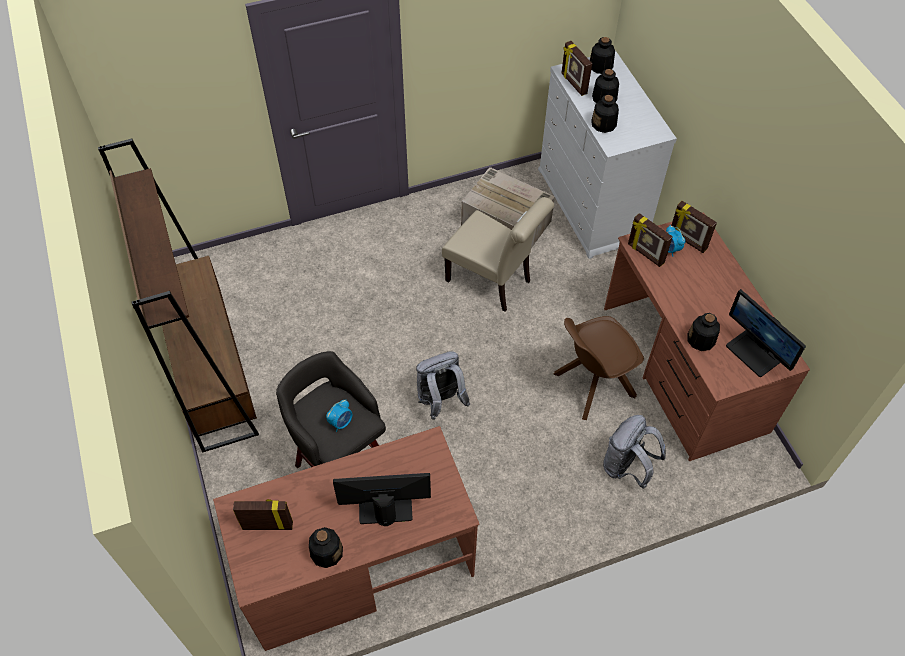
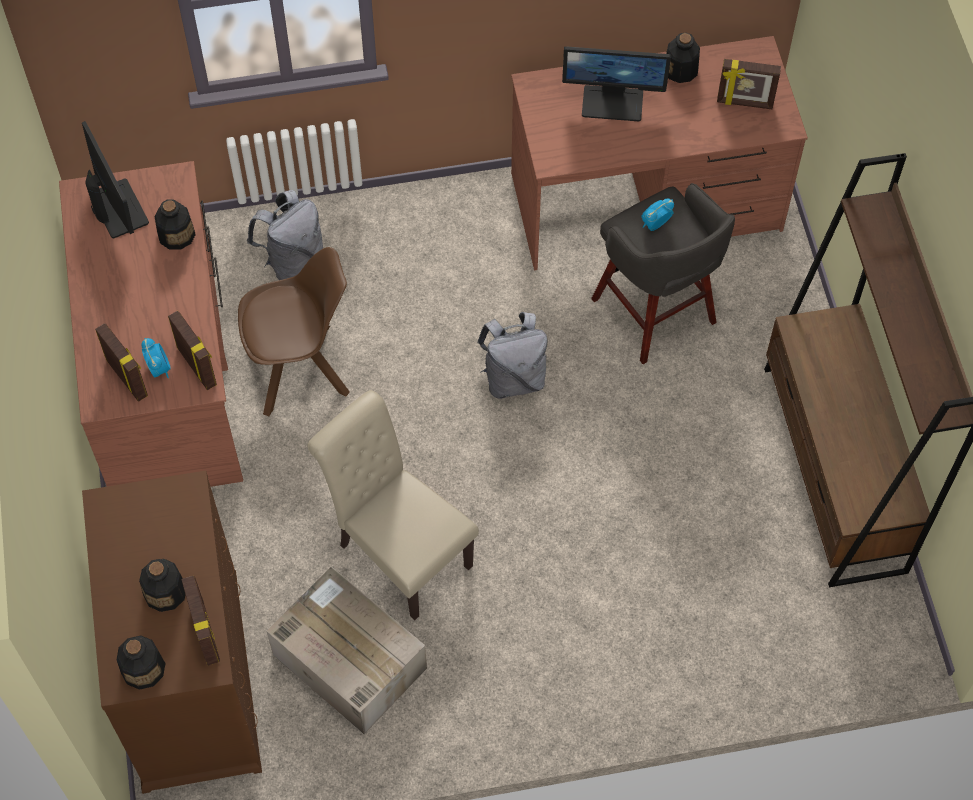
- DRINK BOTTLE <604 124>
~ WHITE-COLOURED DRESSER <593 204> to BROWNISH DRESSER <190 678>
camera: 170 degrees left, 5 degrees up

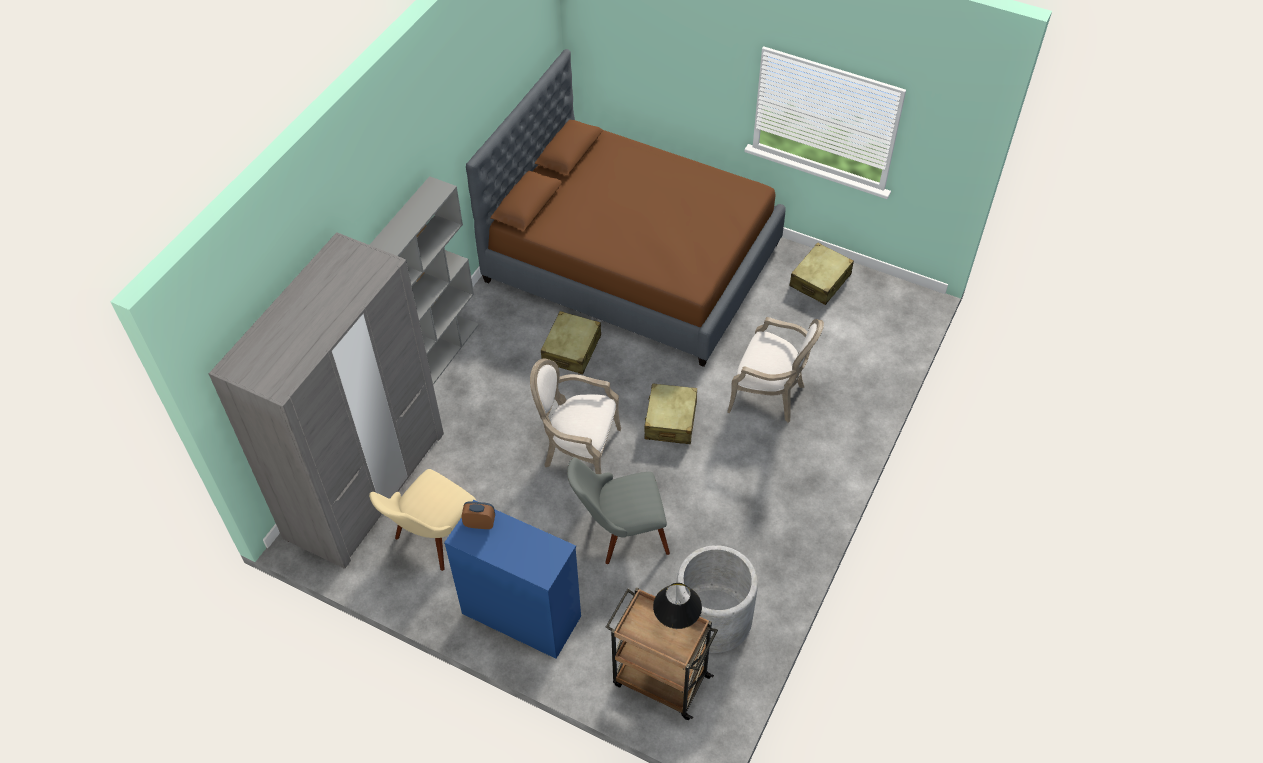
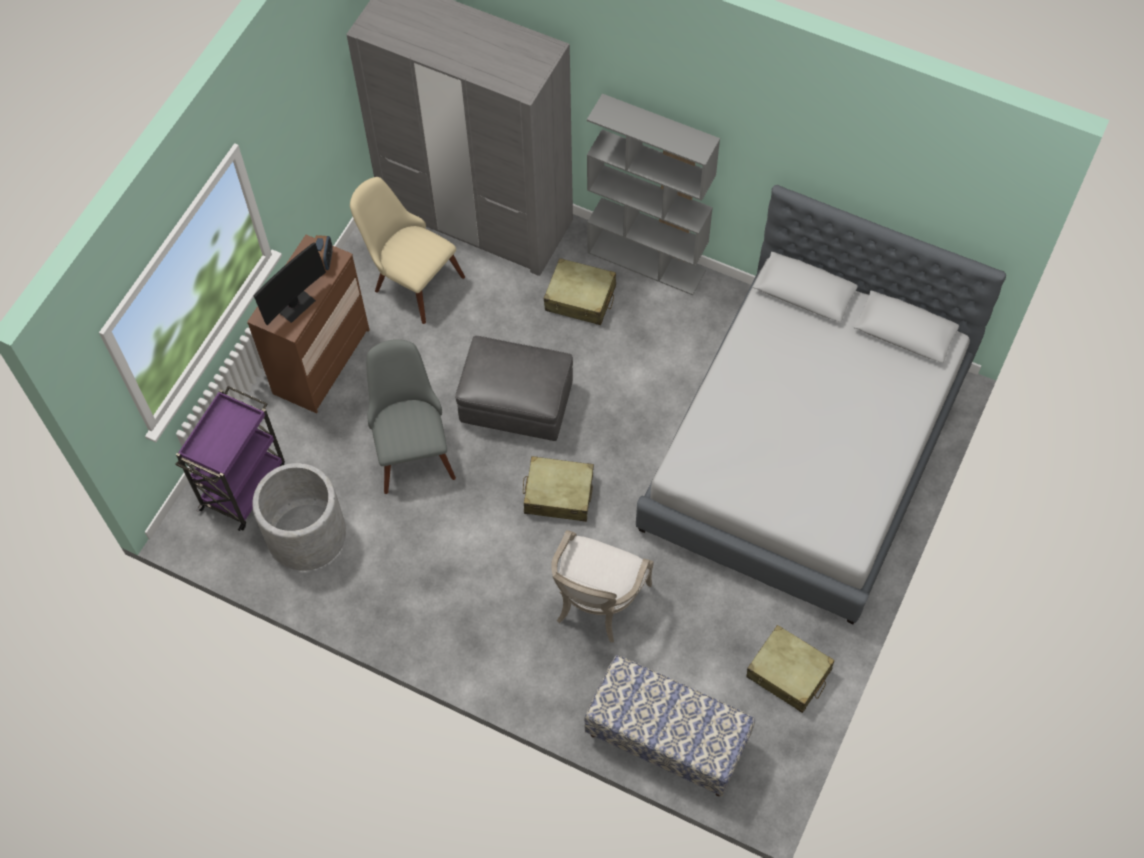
- BLACK TABLETOP LAMP <676 629>
+ COMPUTER SCREEN <294 304>
+ LONG SEAT <666 739>
~ SAND-COLOURED TRAVEL CASE <572 349> to <580 298>
~ LOUNGE CHAIR <578 451> to GRAY FOOTREST <516 403>
~ BLUISH DRESSER <521 615> to BROWNISH DRESSER <321 362>
~ BROWNISH SLEEPING BED <632 261> to GRAY SLEEPING BED <804 451>
~ BROWNISH CART <659 680> to PURPLE-COLOURED CART <243 485>
camera: 90 degrees right, 10 degrees up

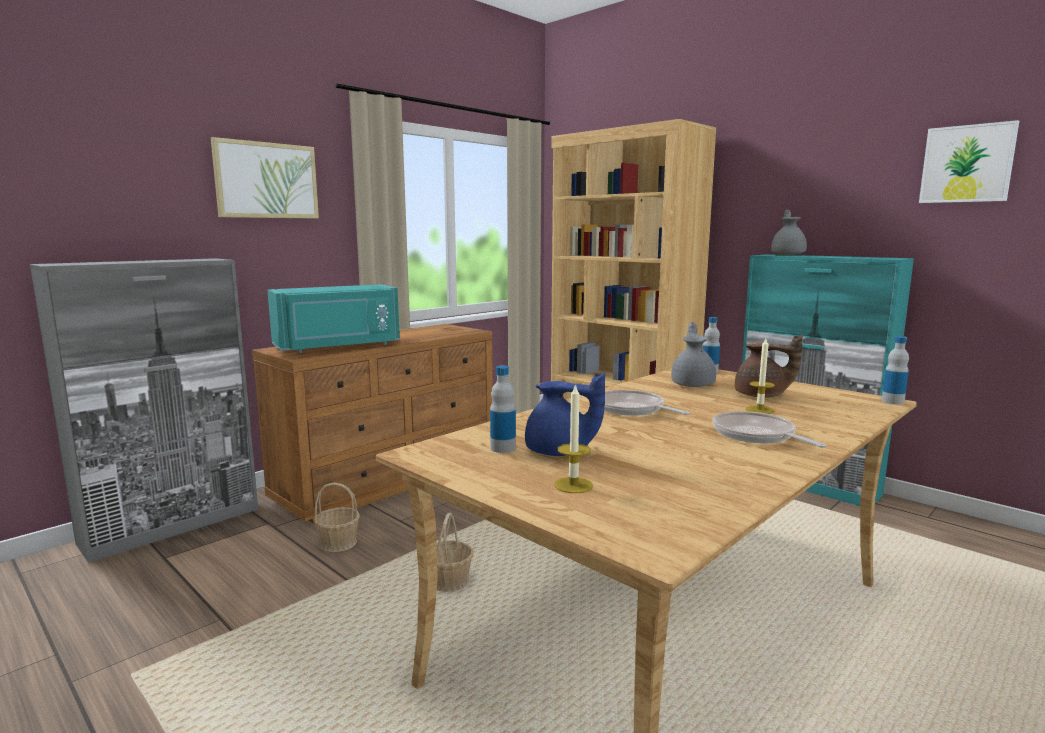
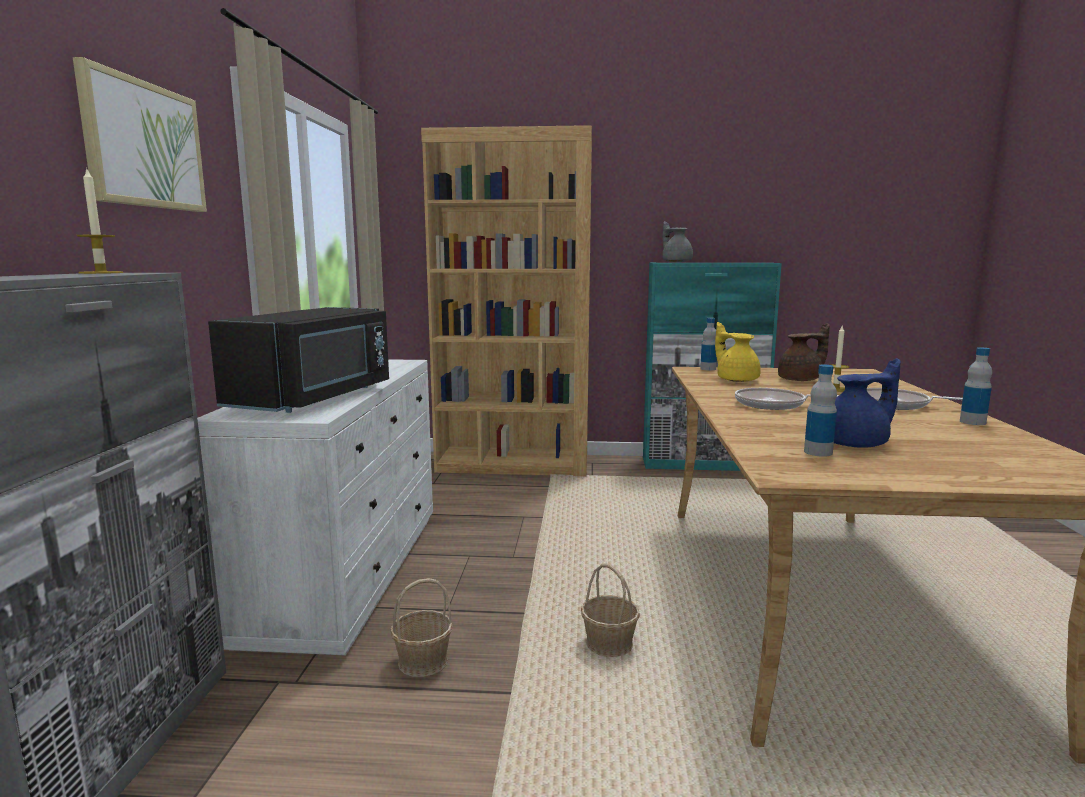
- PICTURE <967 164>
~ WAX LIGHT <573 485> to <101 273>
~ DRINK BOTTLE <892 401> to <972 422>
~ BROWNISH DRESSER <390 479> to WHITE-COLOURED DRESSER <348 572>
~ TURQUOISE-COLOURED MICROWAVE <338 347> to BLACK MICROWAVE <316 398>
~ GRAY POT FOR TEA <693 384> to YELLOW POT FOR TEA <736 380>
camera: 40 degrees left, 0 degrees up

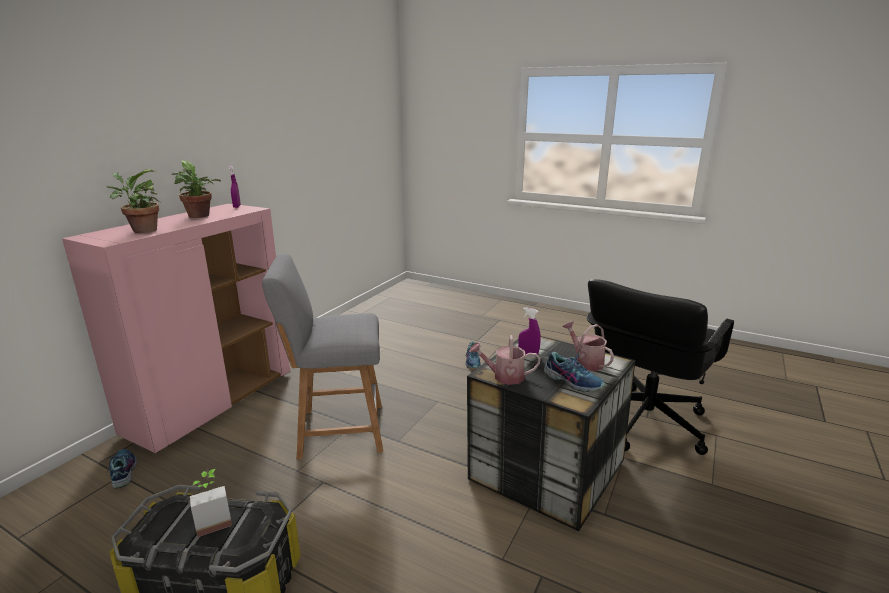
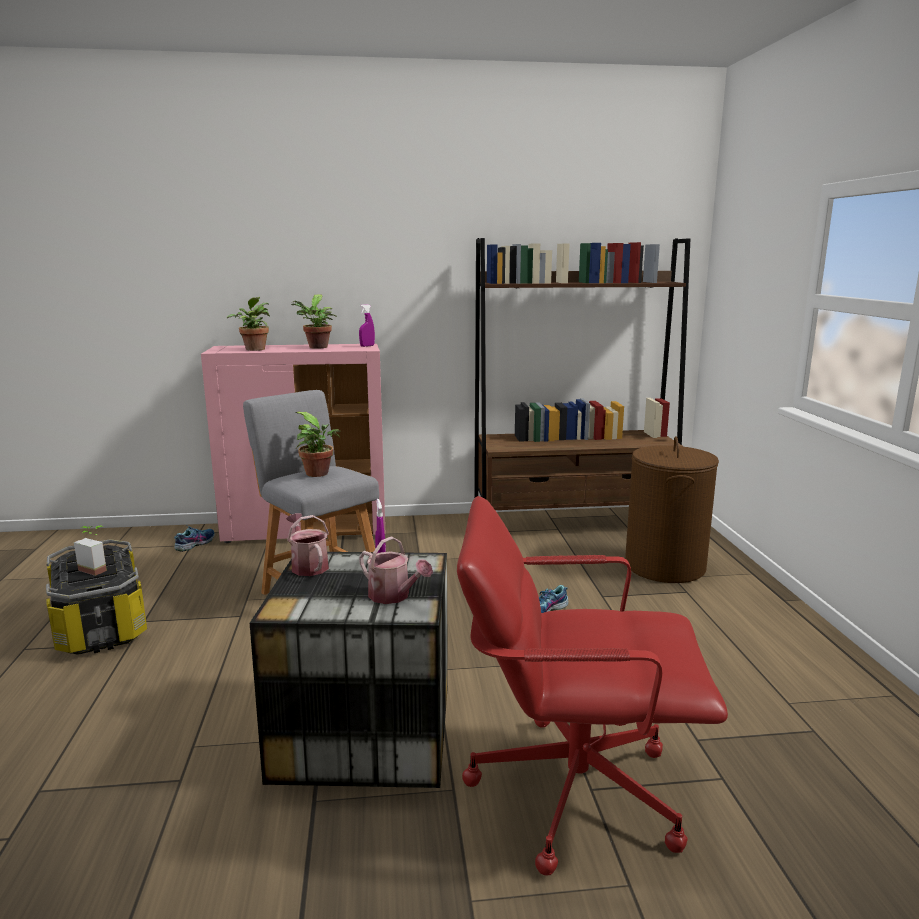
- LOW SHOE <572 381>
+ POTTED PLANT <319 474>
+ BROWNISH BOOKSHELF <574 522>
+ BROWNISH LAUNDRY BASKET <665 566>
~ BLACK OFFICE CHAIR <643 421> to REDDISH OFFICE CHAIR <572 789>
~ SPRINKLING CAN <585 361> = <393 596> 105 degrees clockwise
camera: 55 degrees right, 5 degrees down

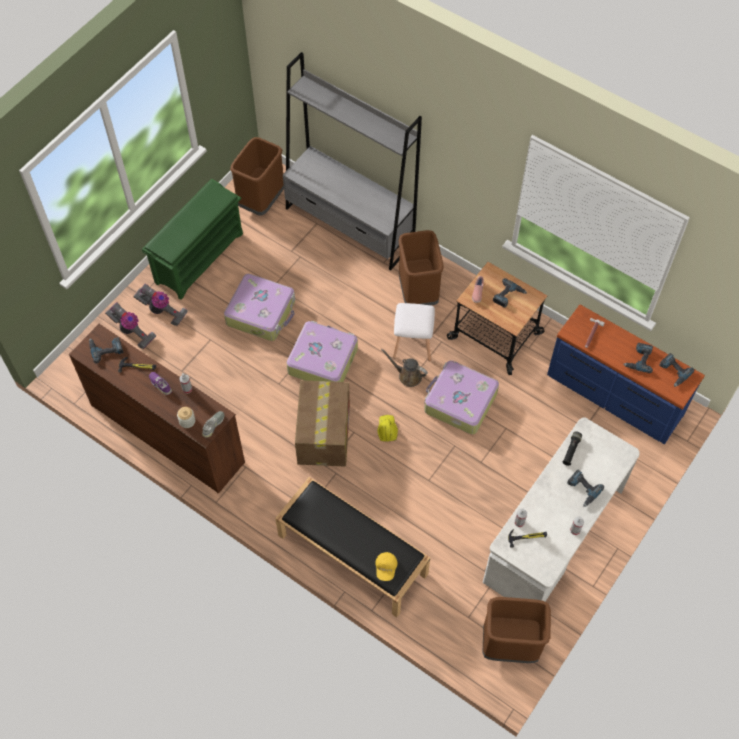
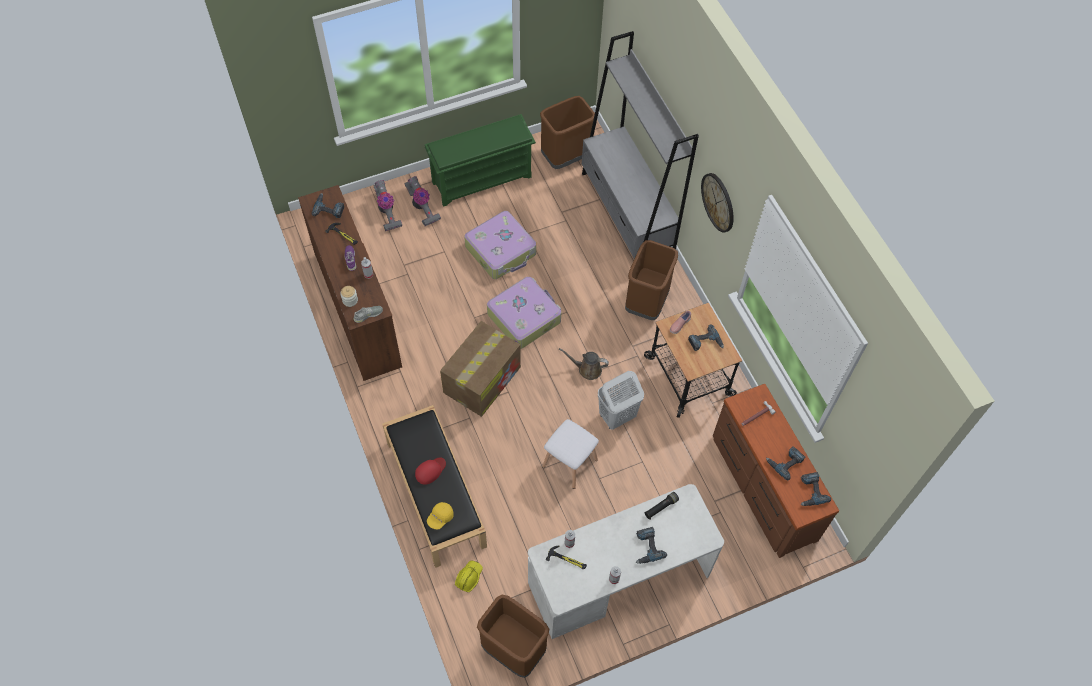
+ REDDISH PEAKED CAP <430 471>
+ WALL CLOCK <718 202>
~ YELLOW WORK HELMET <387 430> to <469 577>
~ WHITE-COLOURED STOOL SEAT <413 344> to <569 464>
~ TRAVEL CASE <459 402> to WHITE-COLOURED LAUNDRY BASKET <616 416>
~ BLUISH DRESSER <614 395> to BROWNISH DRESSER <762 487>
~ BROWNISH SPRINKLING CAN <407 375> = <587 369> 45 degrees counterclockwise
camera: 30 degrees right, 0 degrees up

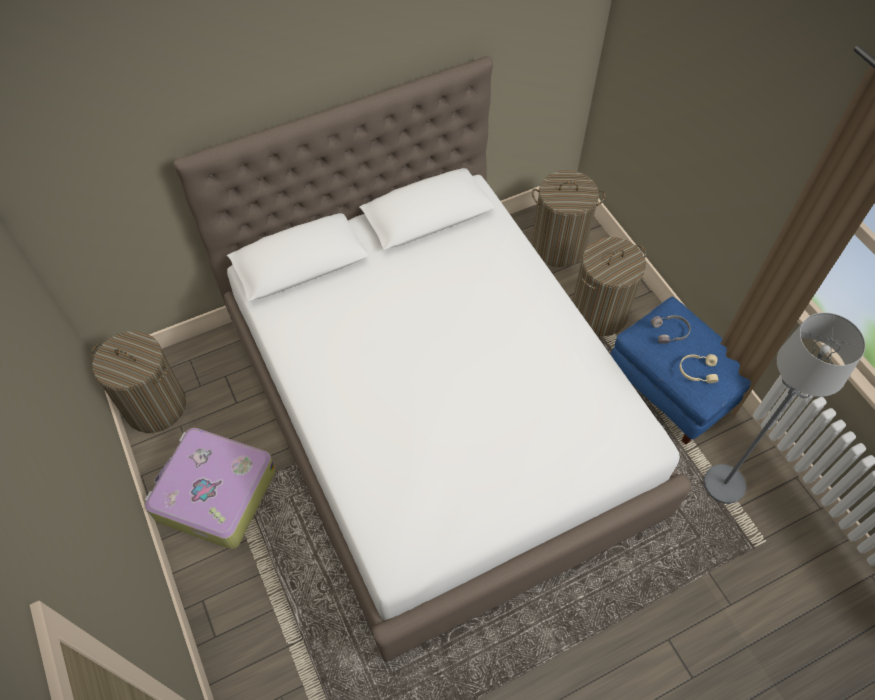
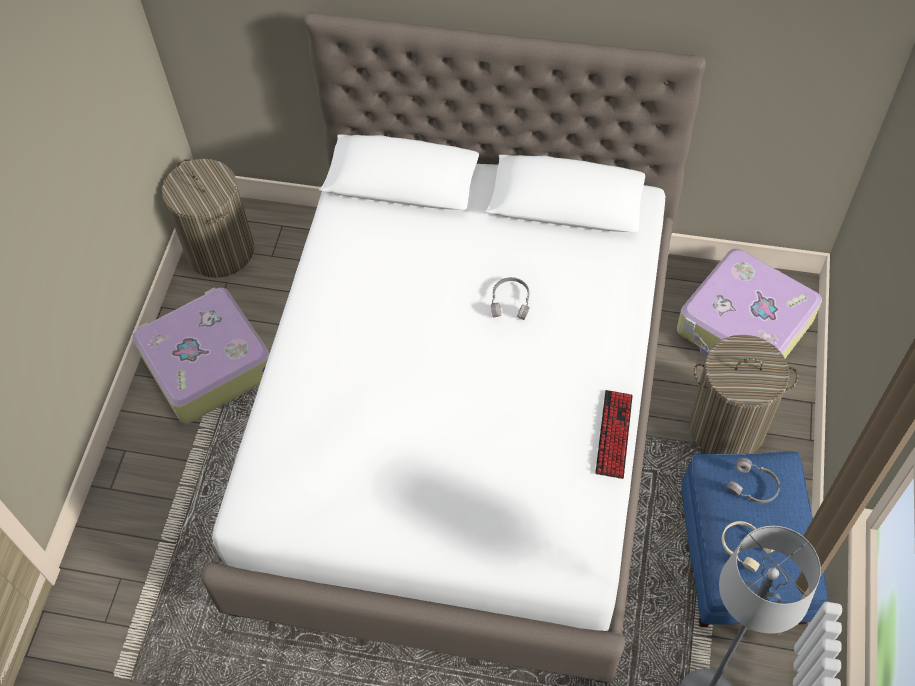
+ GRAY PAIR OF HEADPHONES <511 302>
+ COMPUTER KEYBOARD <614 434>
~ LAUNDRY BASKET <558 246> to TRAVEL CASE <744 327>
camera: 40 degrees right, 0 degrees up

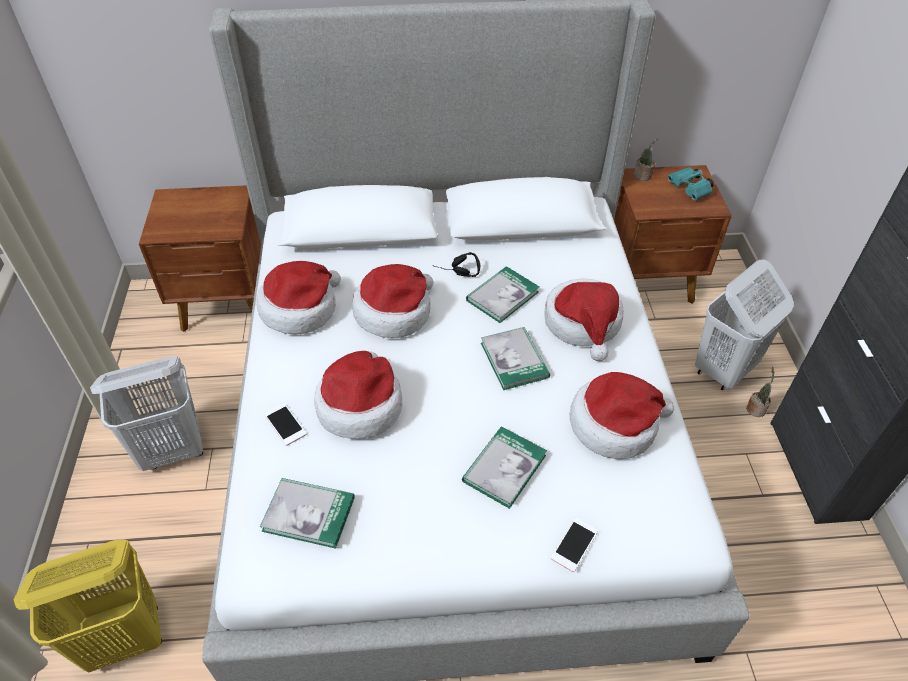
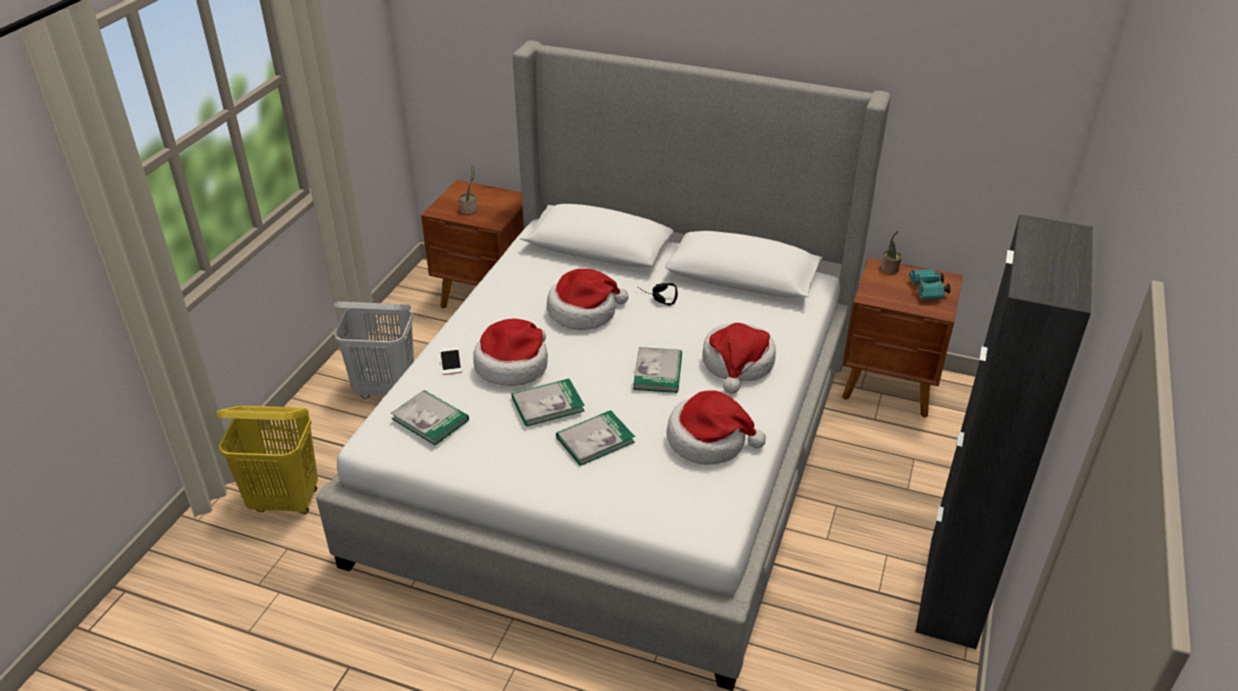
- WEARABLE HAT <300 308>
- PHONE <574 544>
- WHITE-COLOURED LAUNDRY BASKET <723 370>
~ BOUND BOOK <502 296> to <548 404>
~ POTTED PLANT <756 408> to <469 209>
camera: 25 degrees right, 10 degrees down

